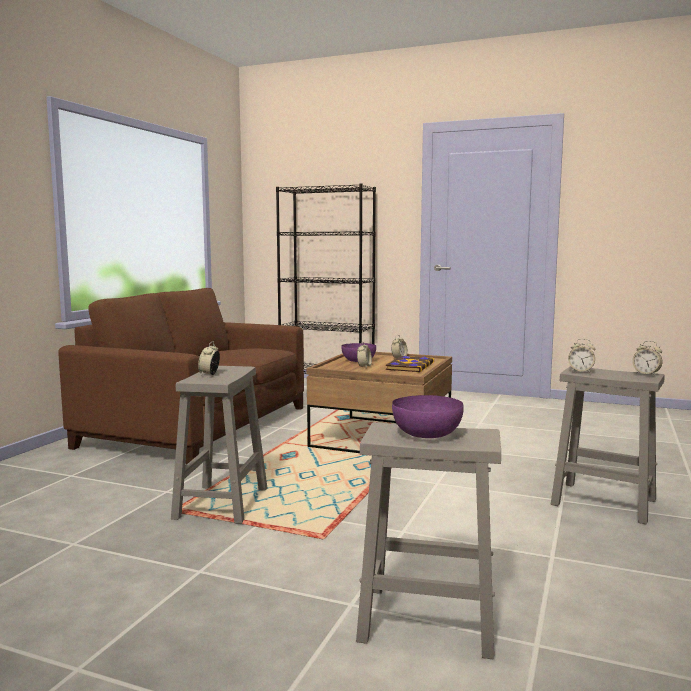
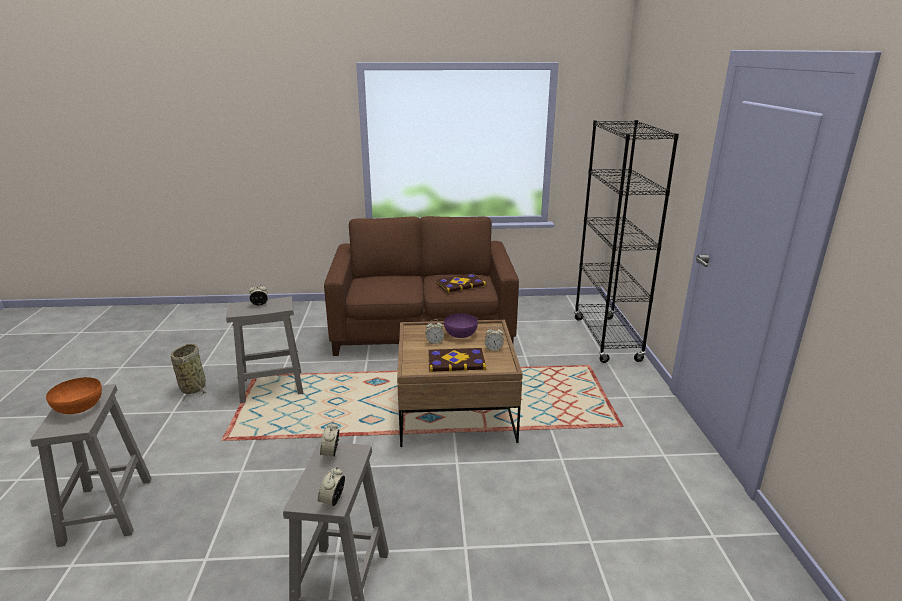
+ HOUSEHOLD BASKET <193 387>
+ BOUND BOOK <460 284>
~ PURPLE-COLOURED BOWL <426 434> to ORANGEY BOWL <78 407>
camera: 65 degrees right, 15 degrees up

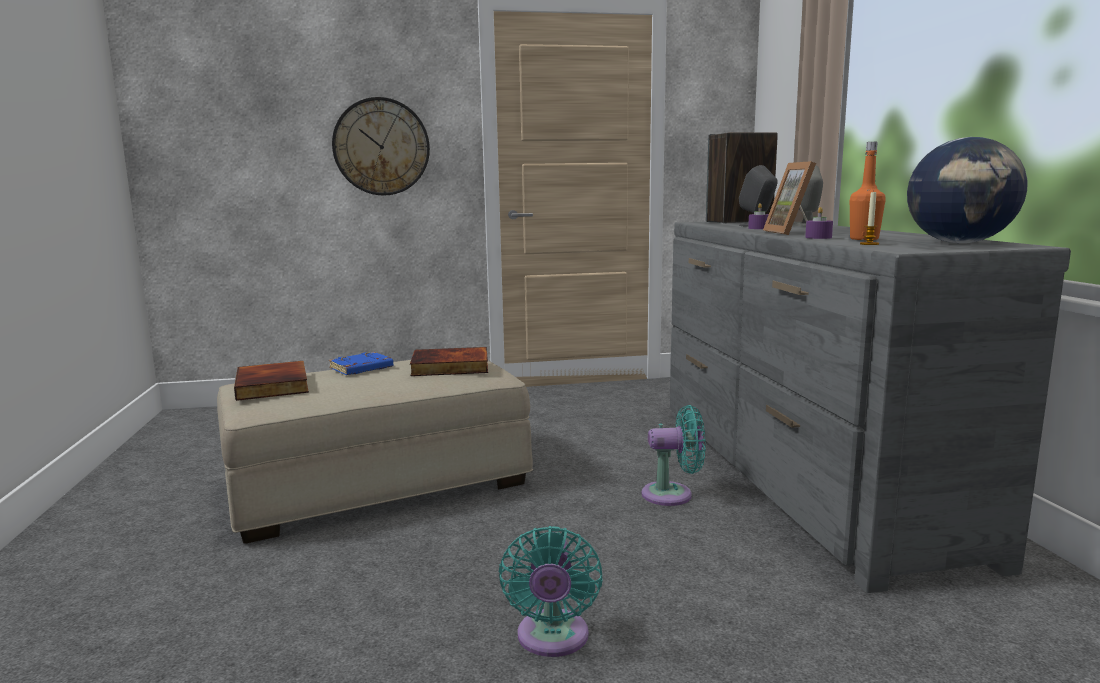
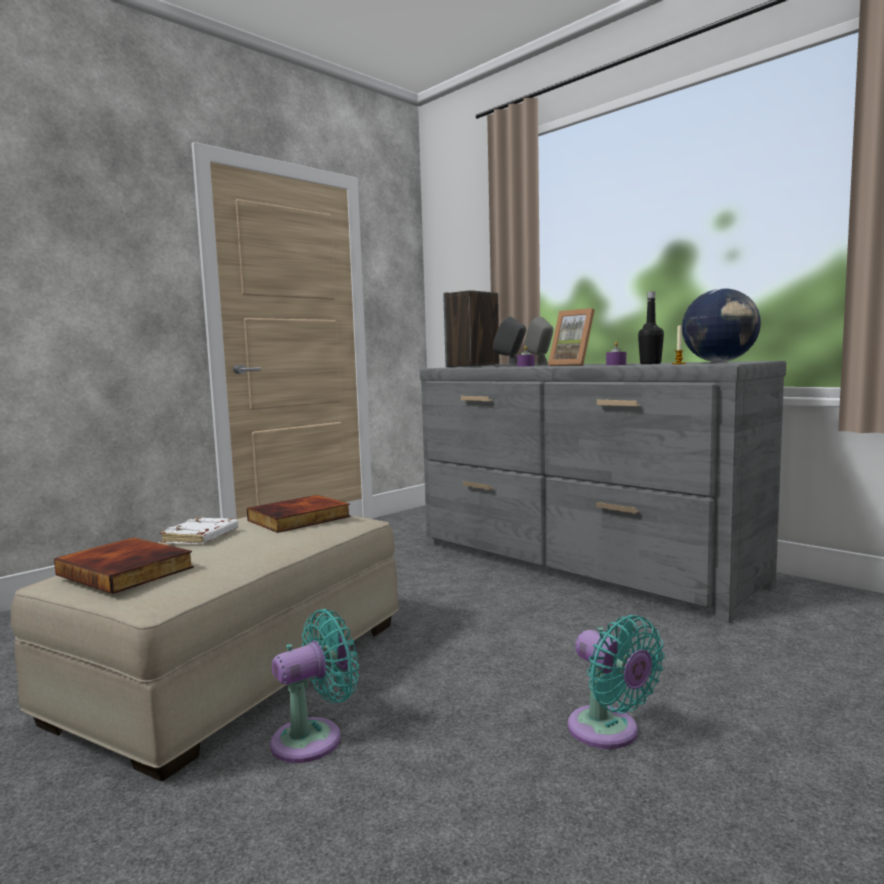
- WALL CLOCK <381 147>
~ TURQUOISE-COLOURED ELECTRIC FAN <672 494> to <314 738>
~ BLUISH BOUND BOOK <361 369> to WHITE-COLOURED BOUND BOOK <201 537>
~ ORANGEY DRINK BOTTLE <864 239> to BLACK DRINK BOTTLE <650 364>
camera: 35 degrees left, 5 degrees down

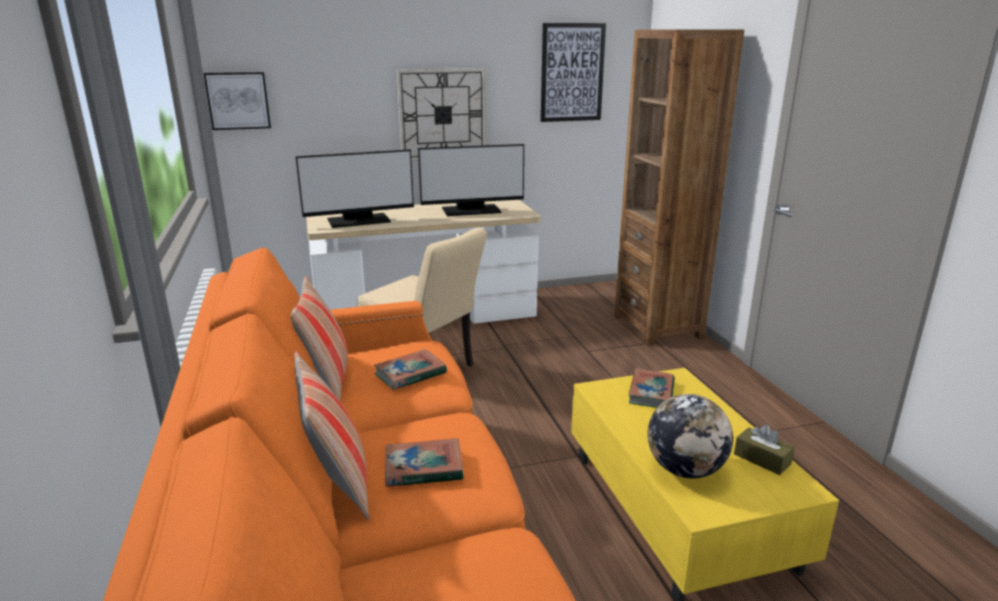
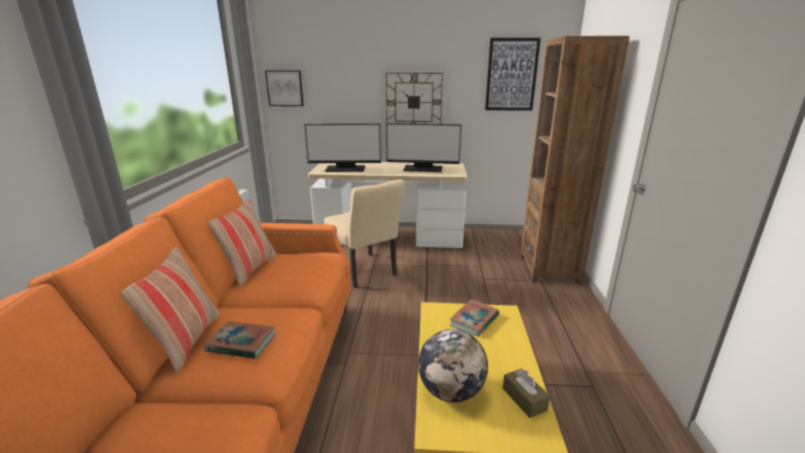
- BOUND BOOK <410 374>
camera: 20 degrees right, 0 degrees up

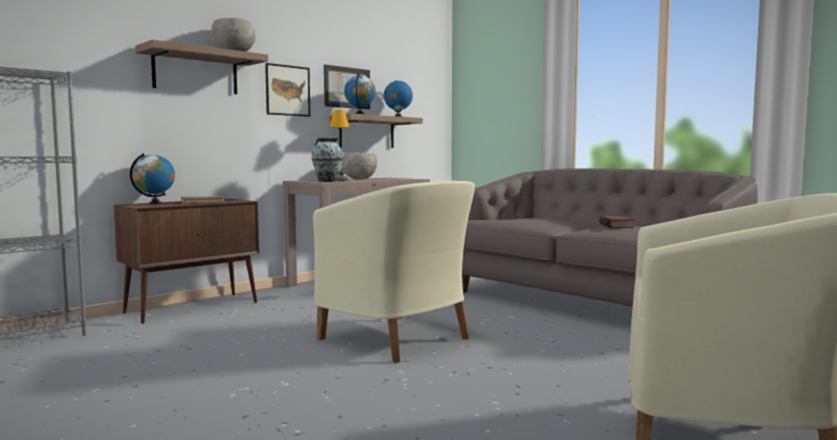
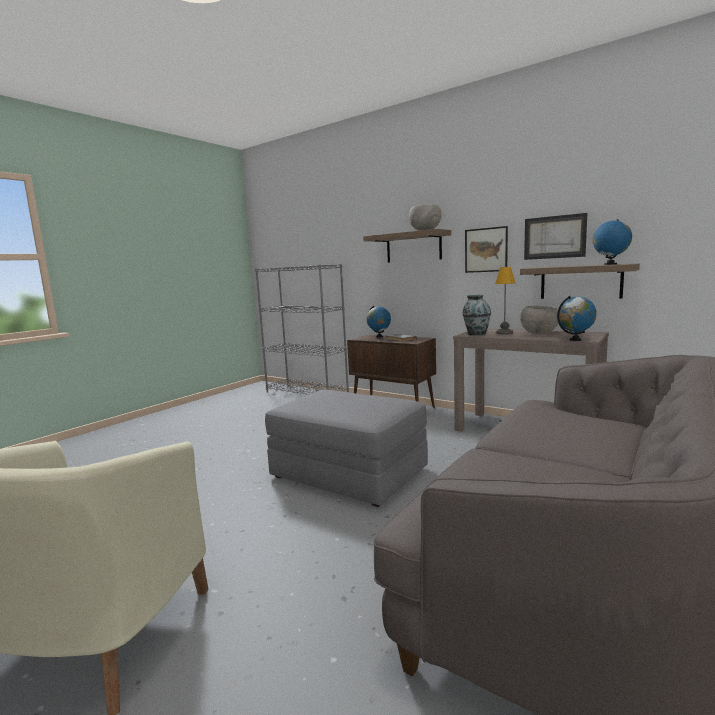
- BOUND BOOK <617 226>
~ WORLD GLOBE <360 114> to <575 340>
~ SAND-COLOURED LOUNGE CHAIR <398 339> to GRAY FOOTREST <348 473>
camera: 80 degrees right, 5 degrees up

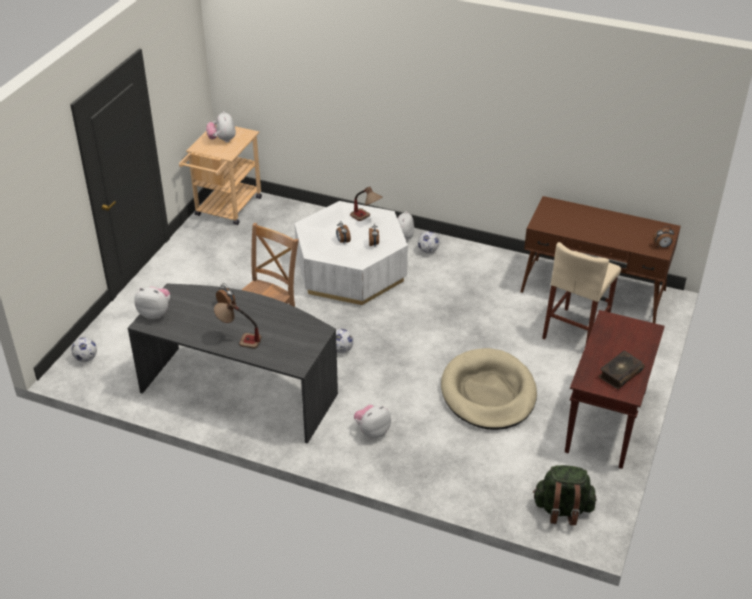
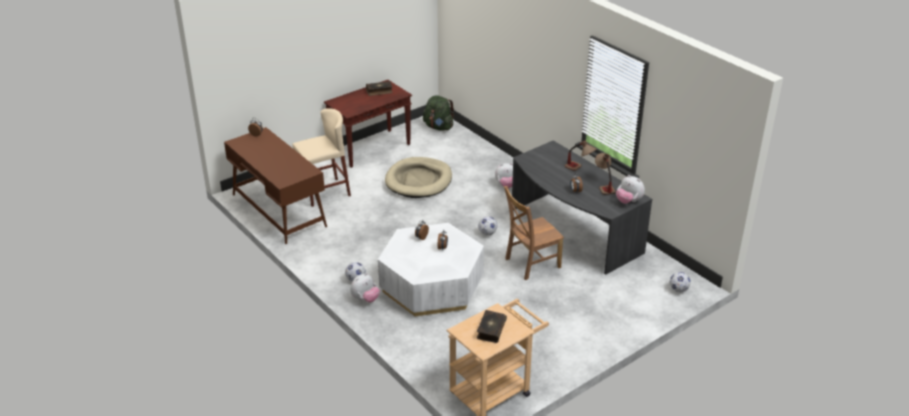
~ TABLETOP LAMP <366 219> to <604 186>
~ PLUSH TOY <222 140> to BOUND BOOK <490 330>
camera: 150 degrees left, 5 degrees down

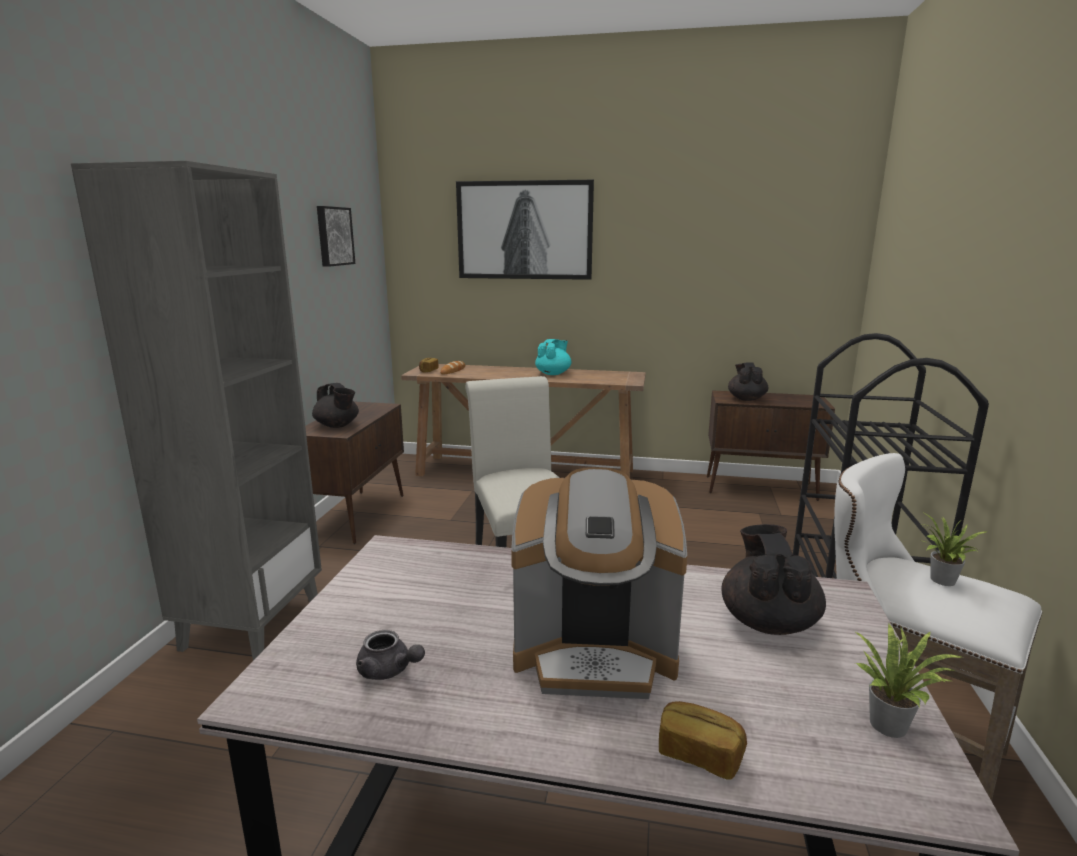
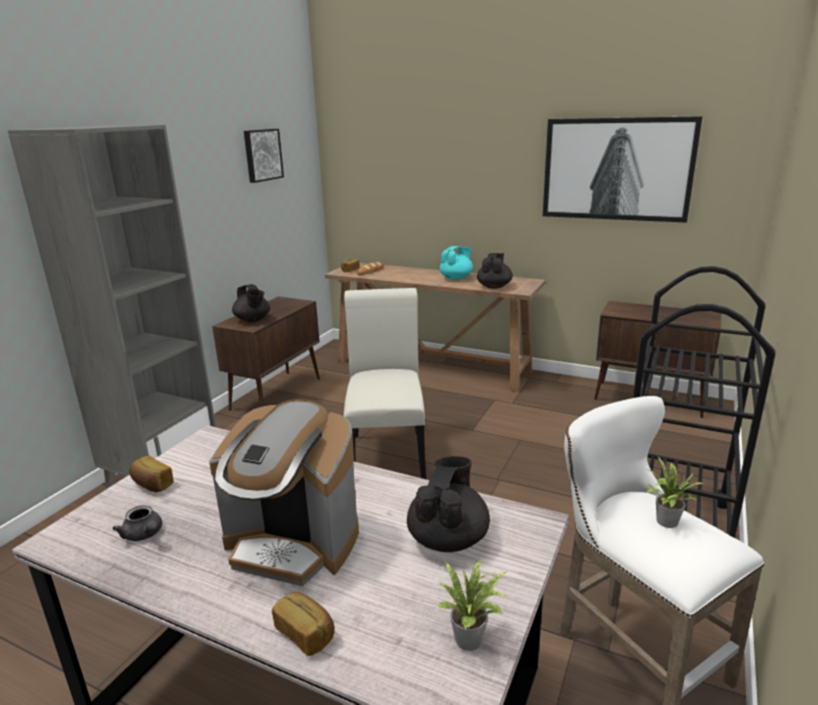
+ BAKED BREAD <152 484>
~ PICTURE <524 230> to <617 169>
~ BLACK POT FOR TEA <746 399> to <494 286>
camera: 15 degrees right, 5 degrees up

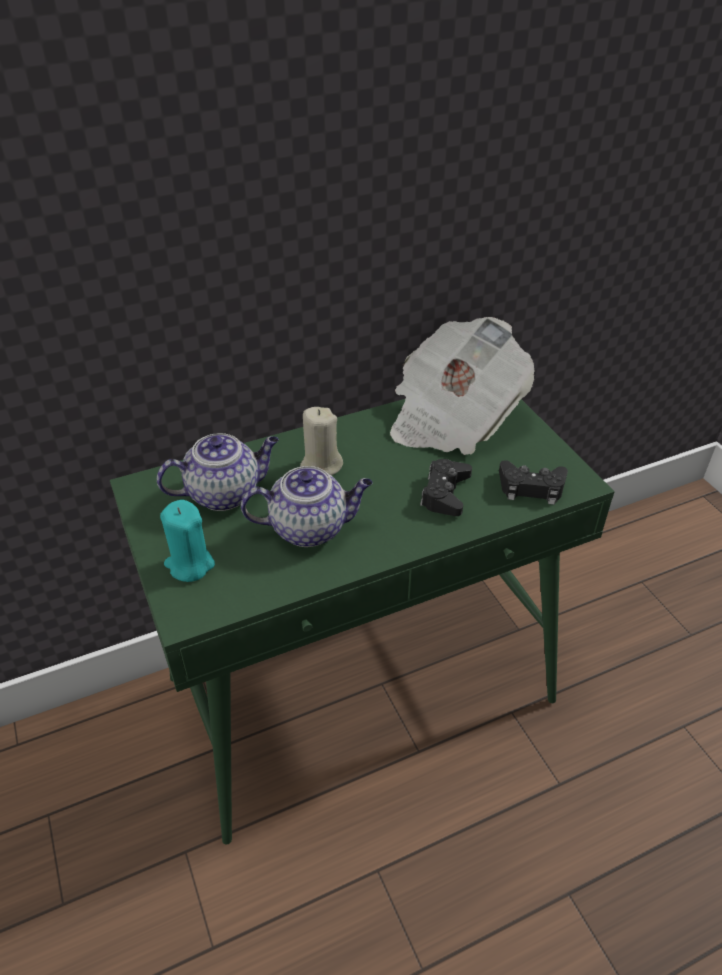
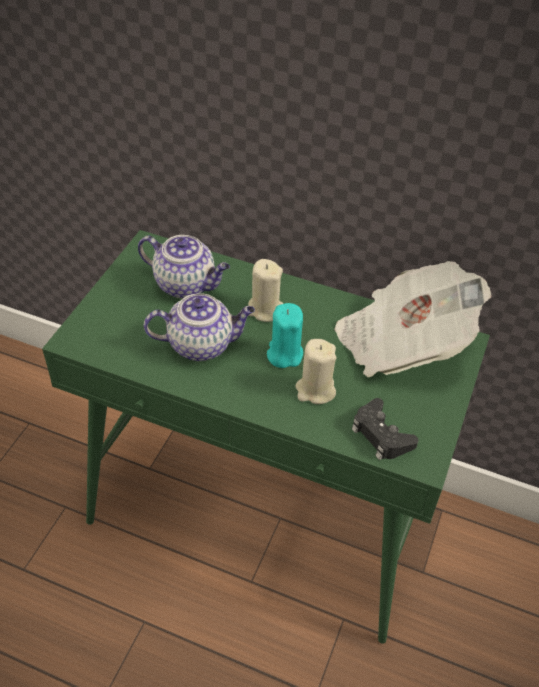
~ TURQUOISE-COLOURED WAX LIGHT <190 564> to <284 354>
~ BLACK GAME CONTROLLER <445 493> to SAND-COLOURED WAX LIGHT <315 390>
~ POT FOR TEA <310 528> = <202 344> 45 degrees counterclockwise
camera: 45 degrees right, 5 degrees up

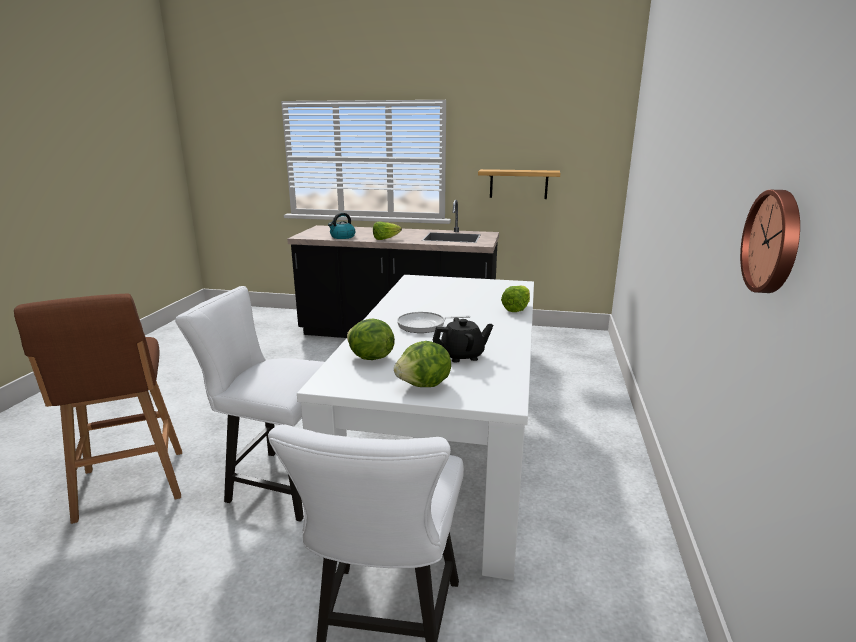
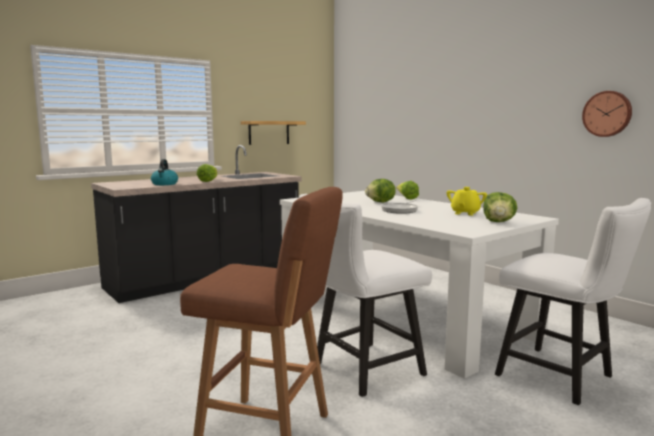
~ LETTUCE HEAD <370 358> to <381 202>
~ BLACK POT FOR TEA <462 356> to YELLOW POT FOR TEA <465 213>
camera: 50 degrees left, 10 degrees down

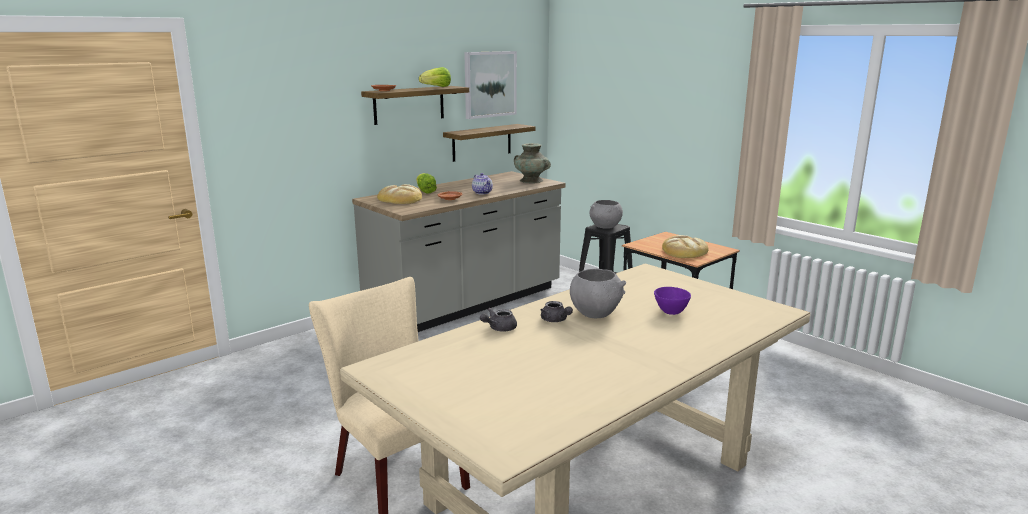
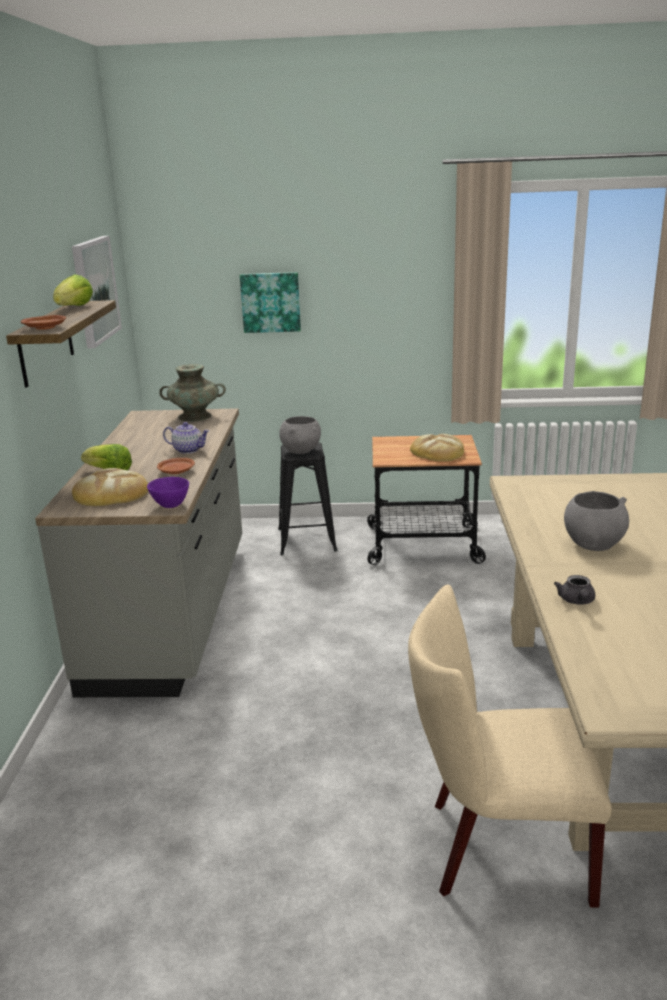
- SHELF <482 142>
- GRAY POT FOR TEA <555 320>
+ PICTURE <271 302>
~ PURPLE-COLOURED BOWL <670 312> to <170 505>
camera: 45 degrees left, 5 degrees up

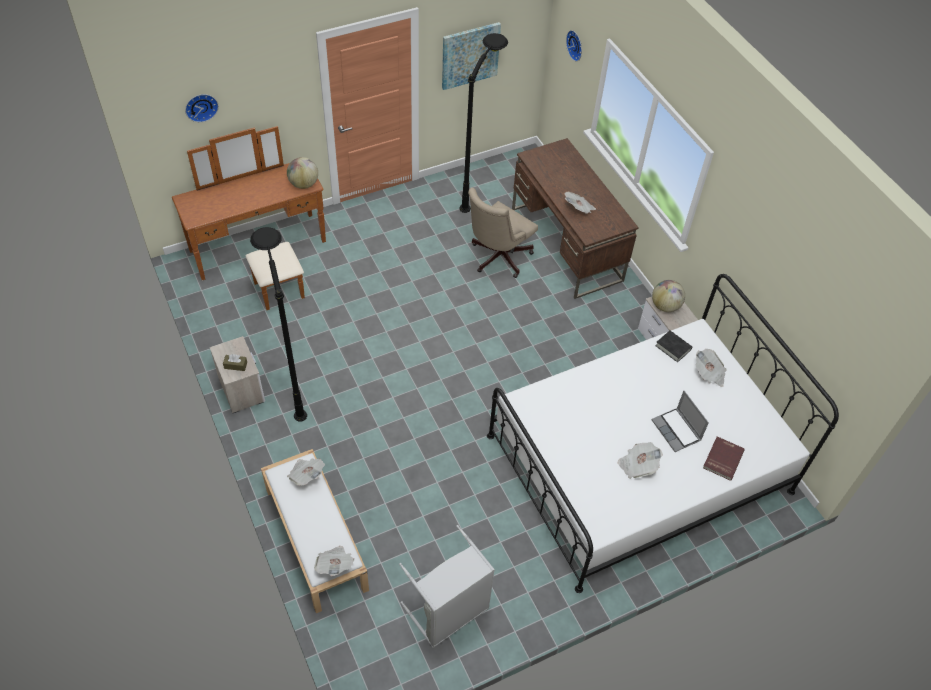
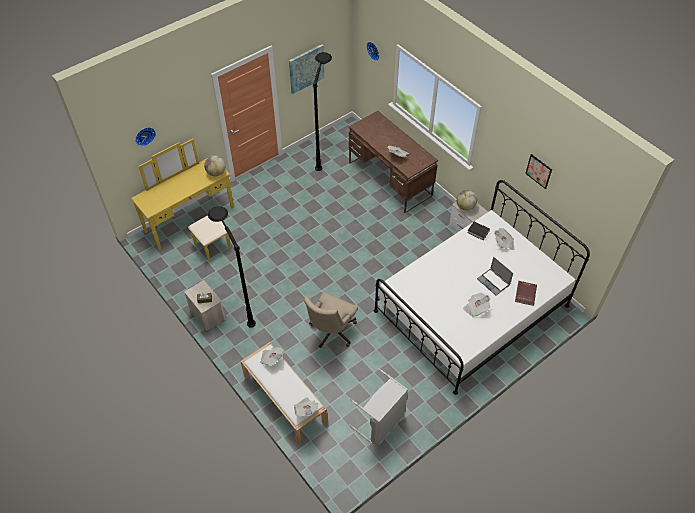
+ PICTURE <538 171>
~ SAND-COLOURED OFFICE CHAIR <497 258> to <331 332>
~ BROWNISH DRESSER <263 256> to YELLOW DRESSER <195 225>
camera: 10 degrees left, 0 degrees up

